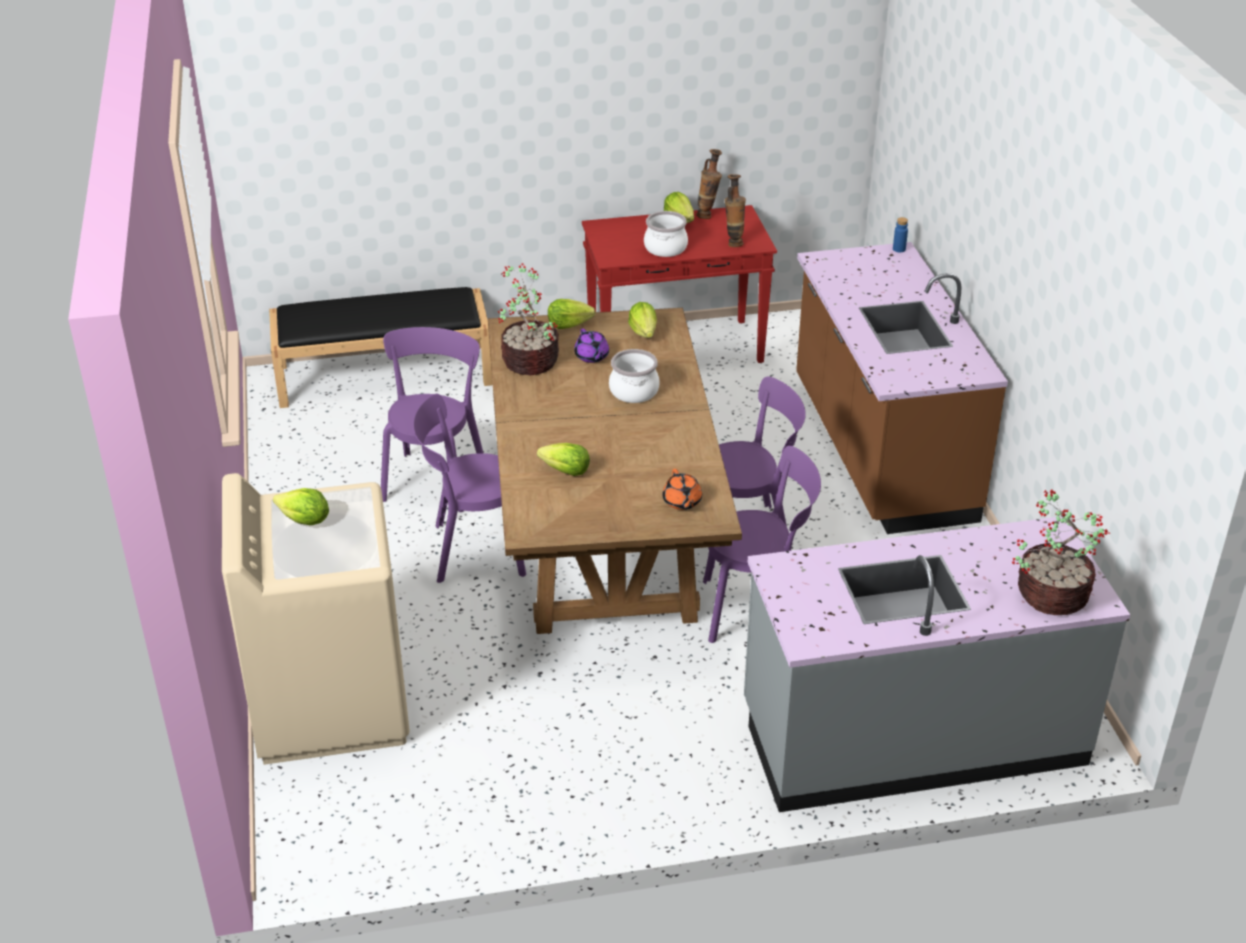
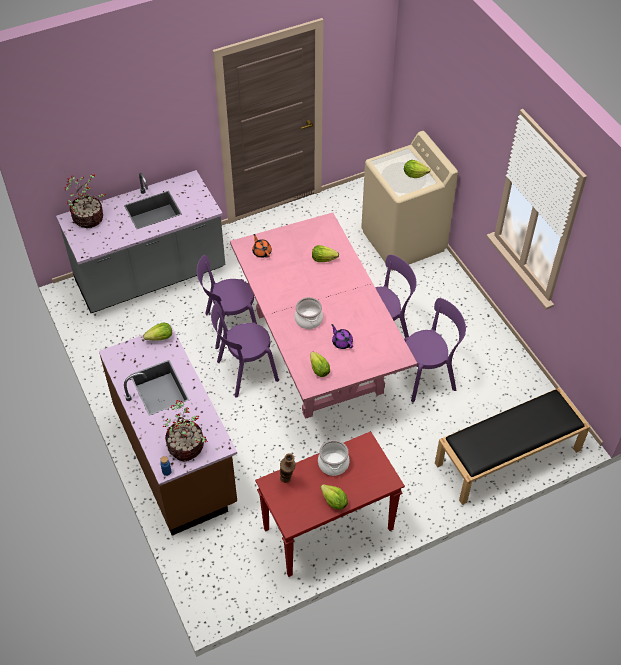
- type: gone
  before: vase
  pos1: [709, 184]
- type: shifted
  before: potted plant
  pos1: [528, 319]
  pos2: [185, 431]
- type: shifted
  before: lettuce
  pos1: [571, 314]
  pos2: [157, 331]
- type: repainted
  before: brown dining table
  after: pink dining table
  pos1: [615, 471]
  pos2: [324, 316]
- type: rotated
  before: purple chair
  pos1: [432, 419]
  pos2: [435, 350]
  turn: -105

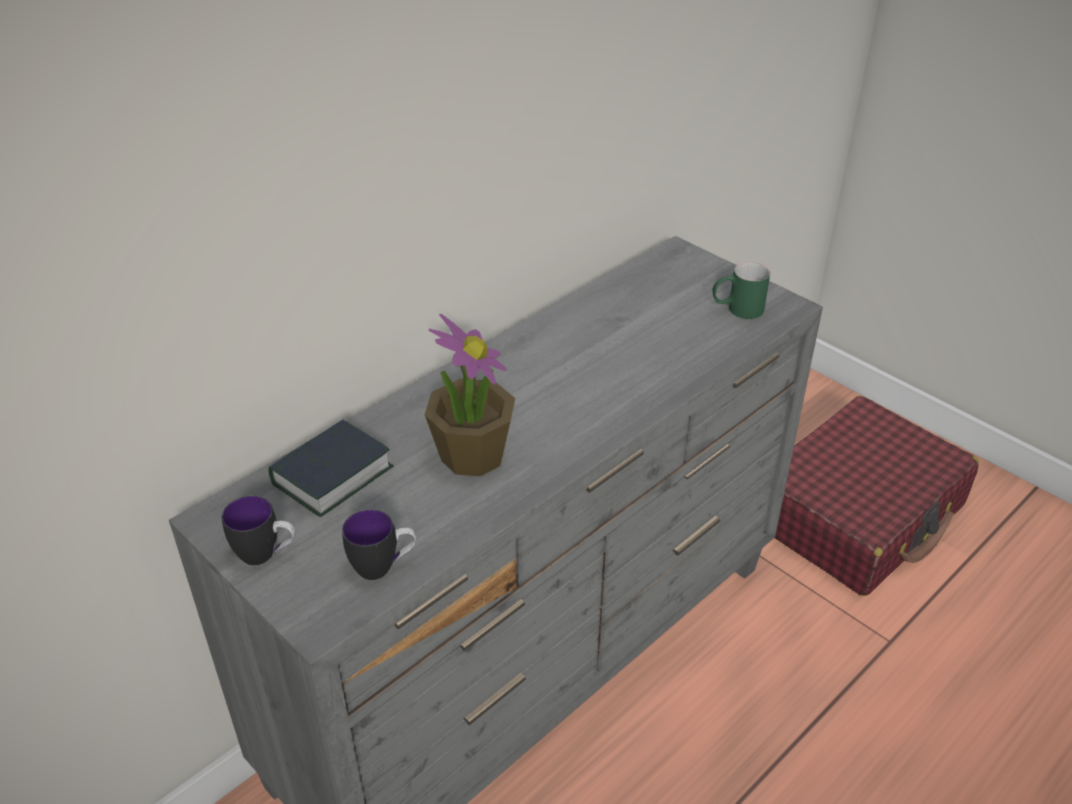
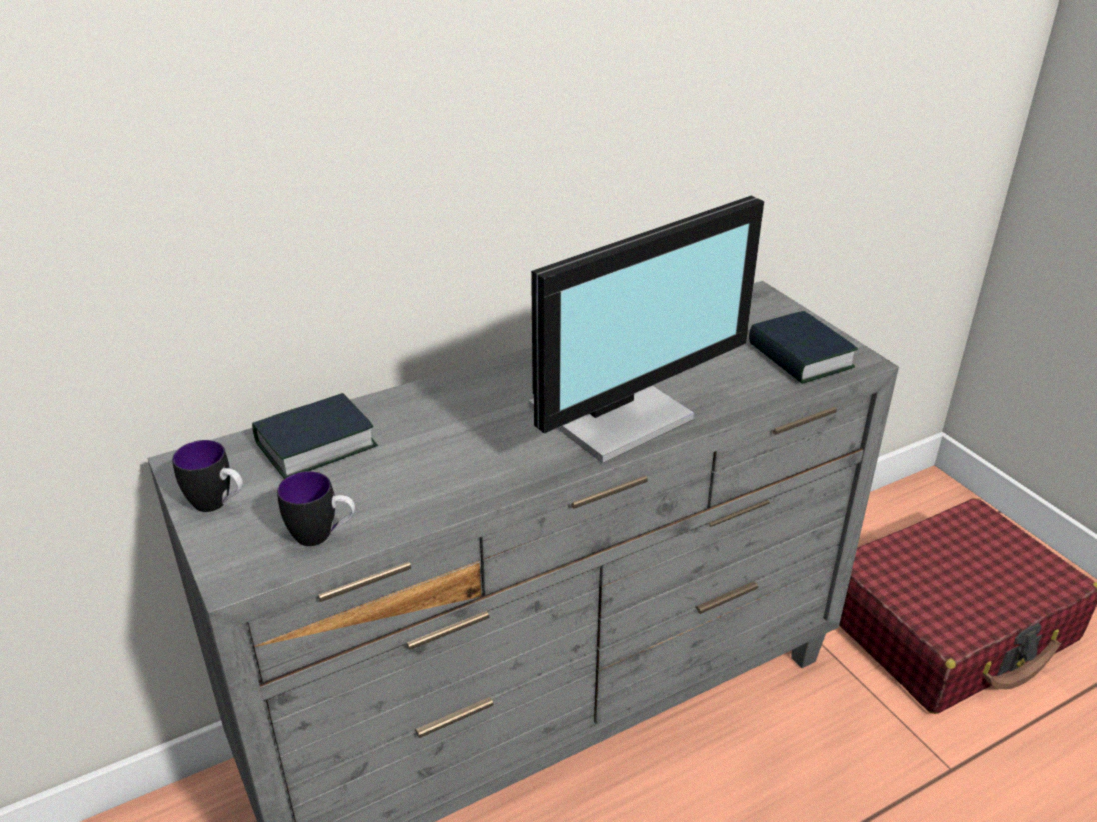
- type: swapped
  before: green mug
  after: book
  pos1: [741, 290]
  pos2: [803, 347]
- type: gone
  before: potted plant
  pos1: [470, 395]
- type: new
  after: monitor
  pos2: [646, 329]

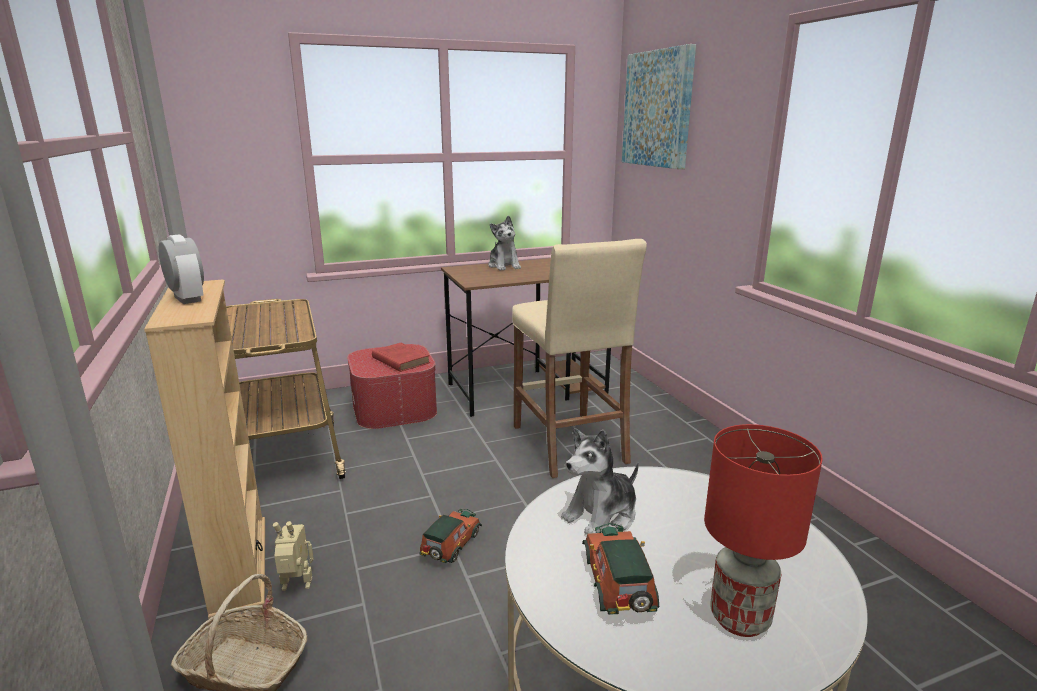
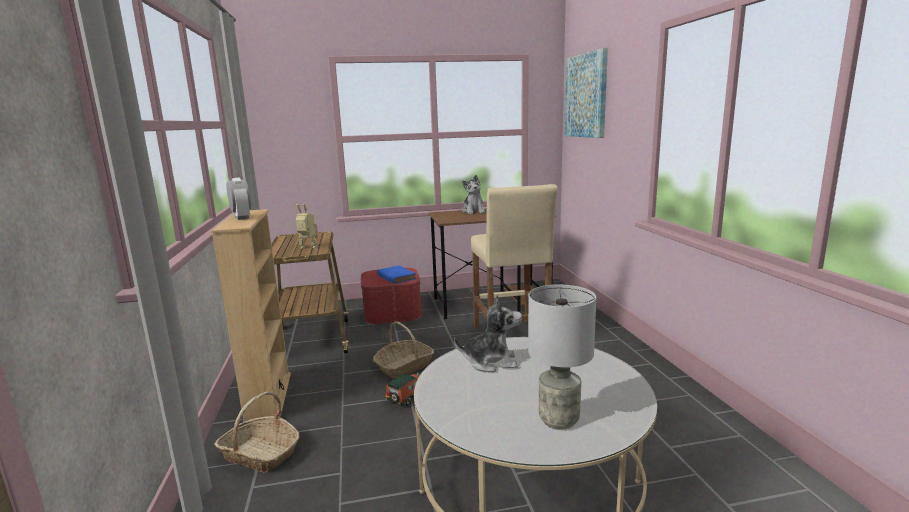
- type: repainted
  before: red book
  after: blue book
  pos1: [401, 357]
  pos2: [396, 274]
- type: repainted
  before: red table lamp
  after: grey table lamp
  pos1: [763, 530]
  pos2: [562, 357]
- type: rotated
  before: plush toy
  pos1: [600, 481]
  pos2: [488, 333]
  turn: -150
- type: shifted
  before: toy robot
  pos1: [293, 556]
  pos2: [307, 226]
- type: gone
  before: toy car
  pos1: [620, 569]
- type: new
  after: basket
  pos2: [403, 349]

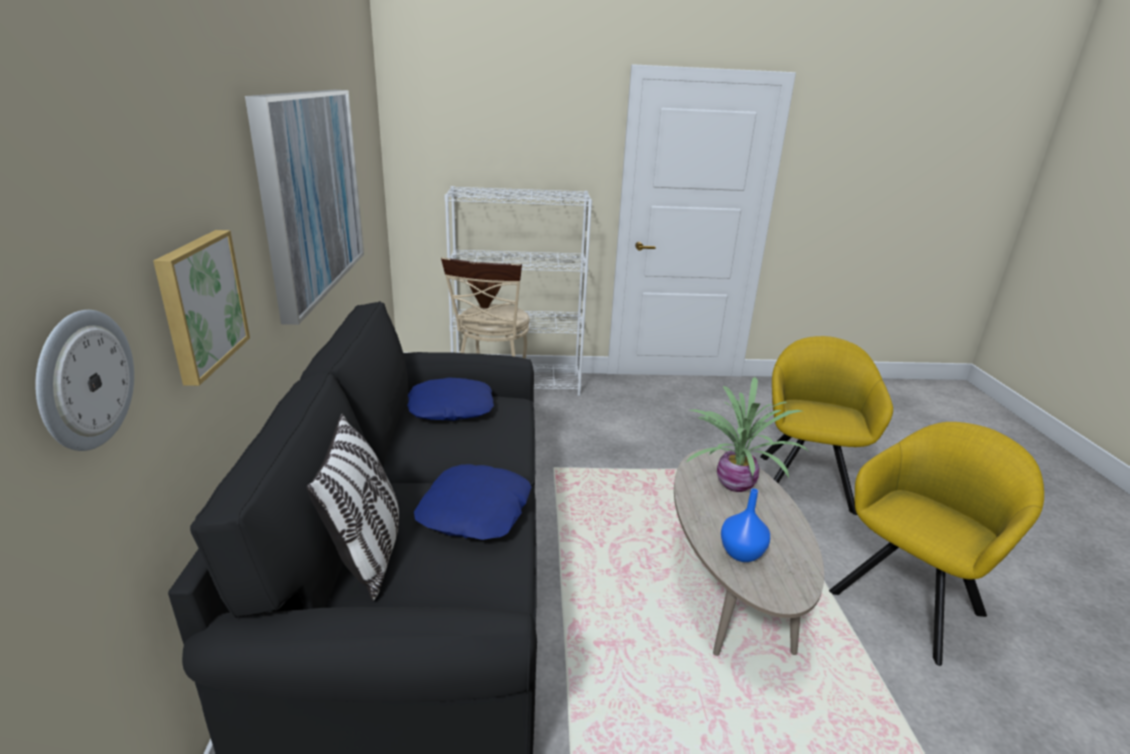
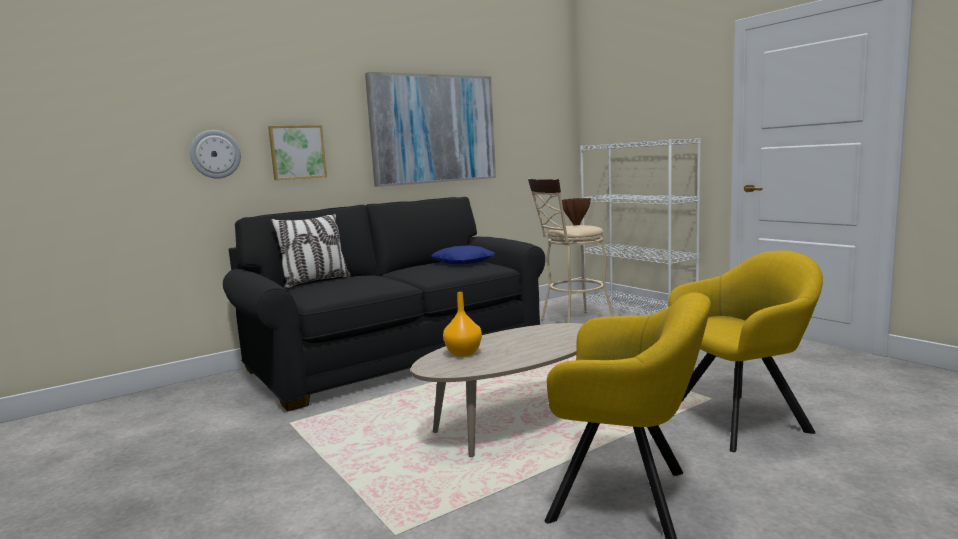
- type: gone
  before: potted plant
  pos1: [747, 434]
- type: gone
  before: blue pillow
  pos1: [472, 502]
- type: repainted
  before: blue vase
  after: orange vase
  pos1: [745, 525]
  pos2: [462, 324]

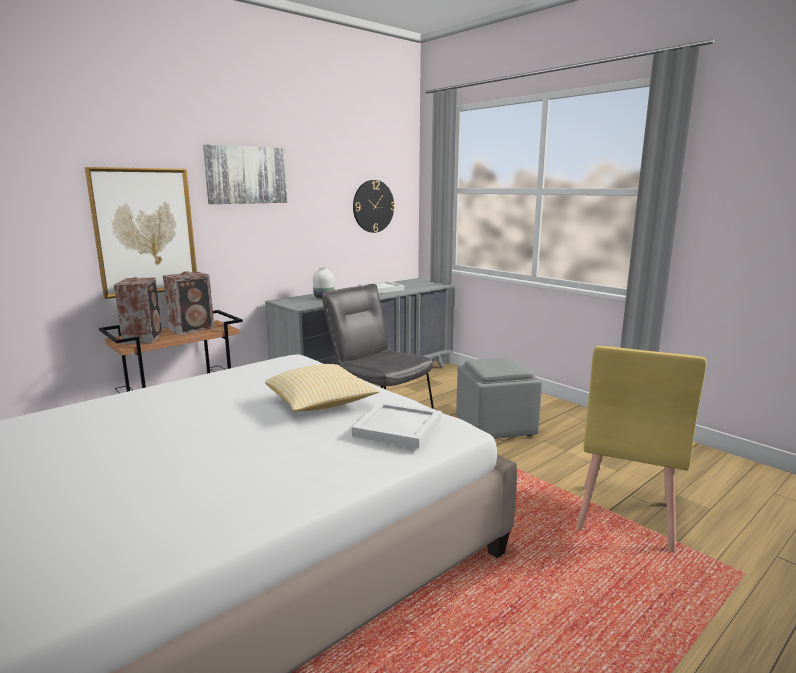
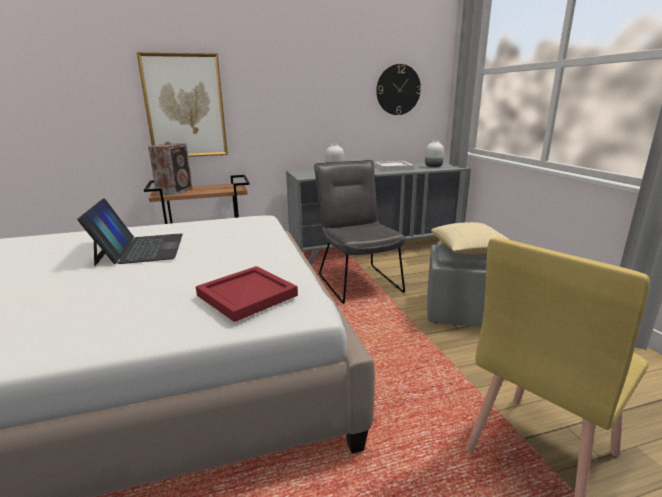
- type: gone
  before: picture
  pos1: [245, 174]
- type: gone
  before: speaker
  pos1: [188, 303]
- type: shifted
  before: pillow
  pos1: [322, 388]
  pos2: [470, 238]
- type: repainted
  before: white tray
  after: red tray
  pos1: [396, 425]
  pos2: [247, 294]
- type: new
  after: white vase
  pos2: [434, 153]
- type: new
  after: laptop
  pos2: [130, 232]

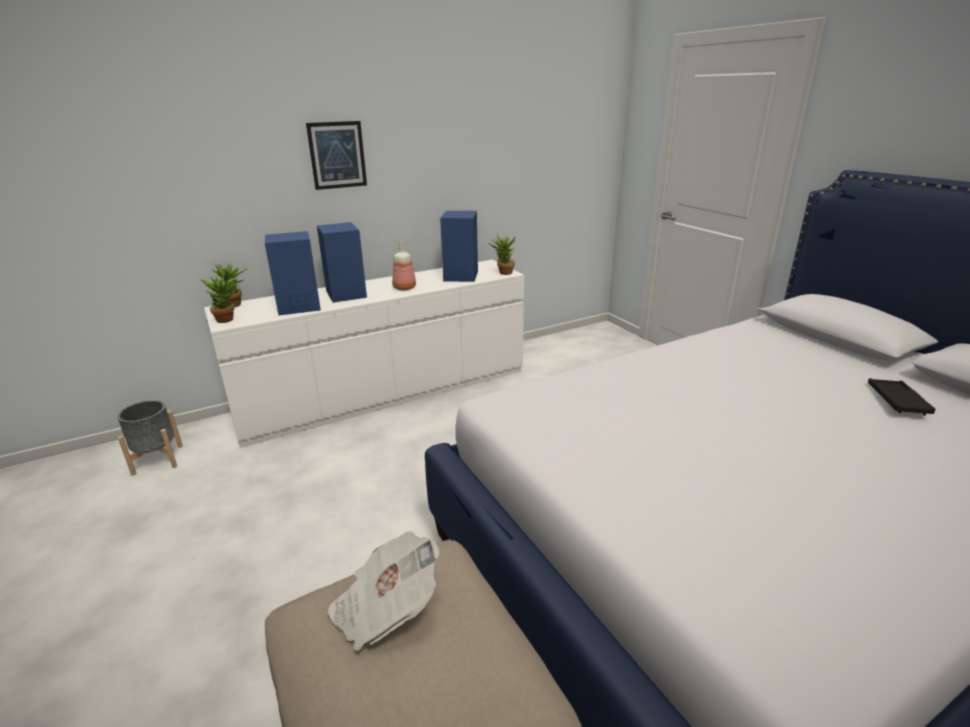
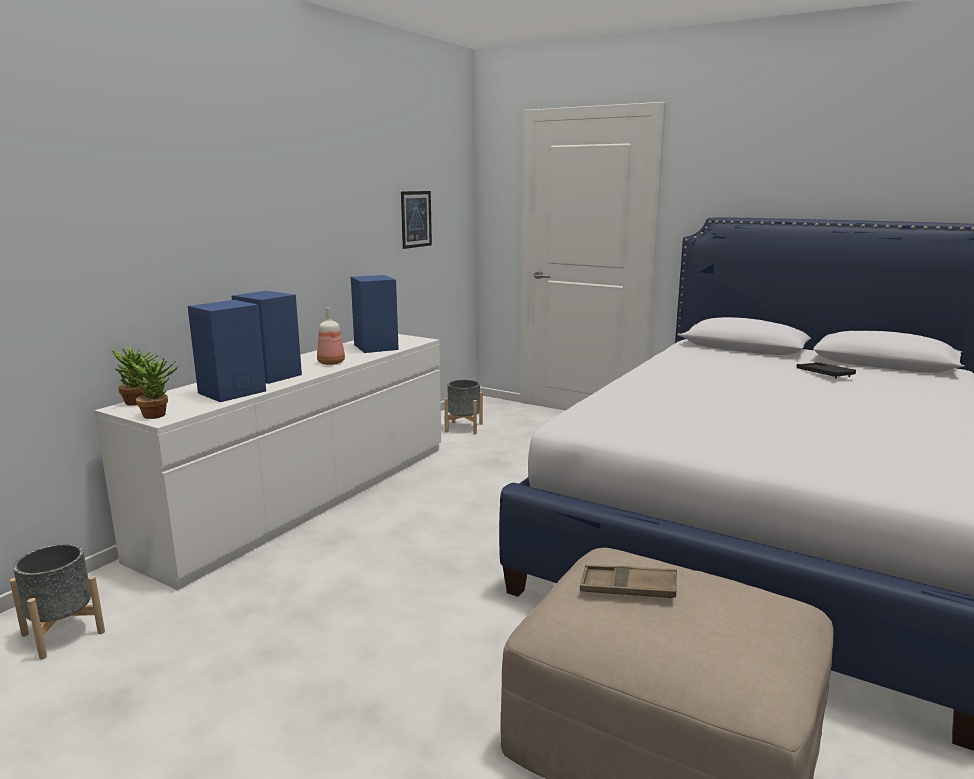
- type: shifted
  before: picture
  pos1: [336, 155]
  pos2: [416, 220]
- type: gone
  before: potted plant
  pos1: [502, 254]
- type: swapped
  before: newspaper
  after: brown tray
  pos1: [384, 591]
  pos2: [628, 581]
- type: new
  after: grey planter
  pos2: [463, 407]

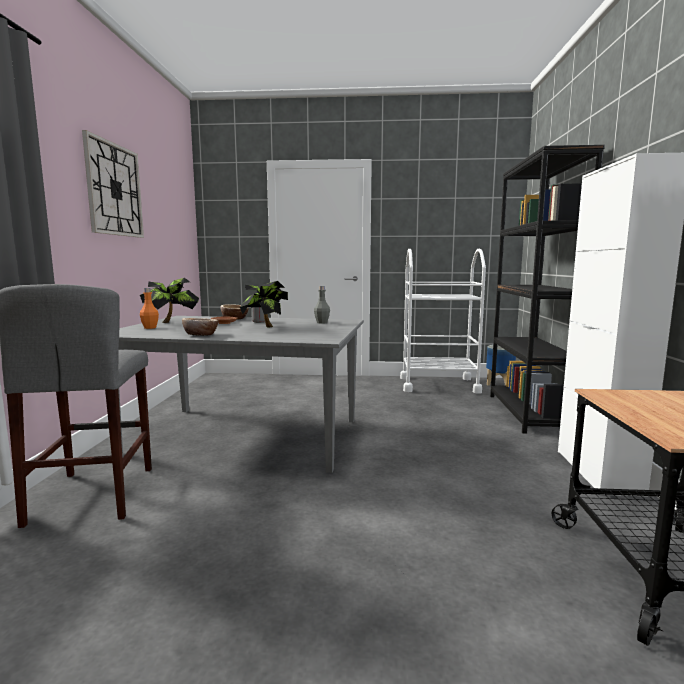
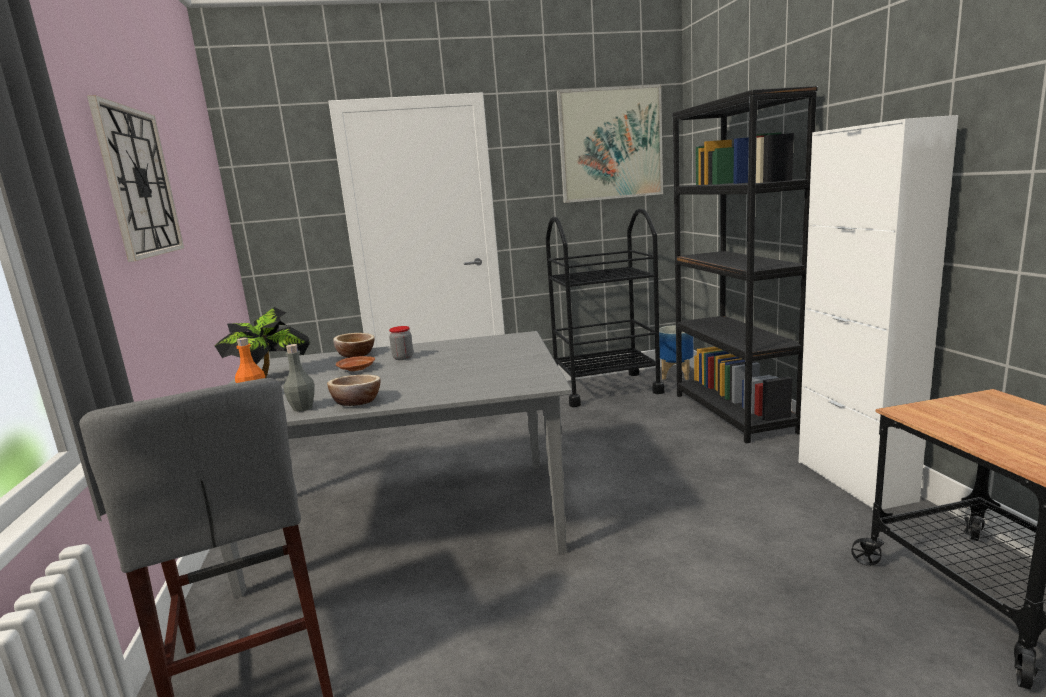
- type: repainted
  before: white cart
  after: black cart
  pos1: [443, 321]
  pos2: [605, 307]
- type: gone
  before: potted plant
  pos1: [264, 304]
- type: shifted
  before: grey bottle
  pos1: [322, 305]
  pos2: [299, 378]
- type: new
  after: picture
  pos2: [610, 144]

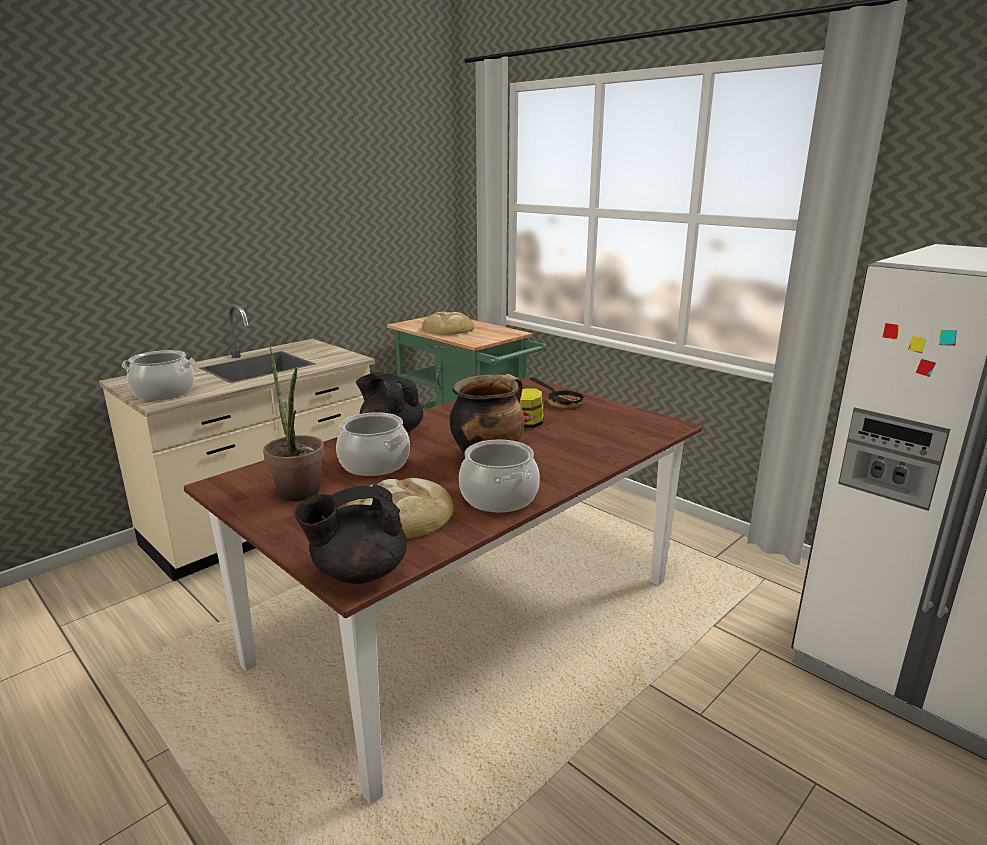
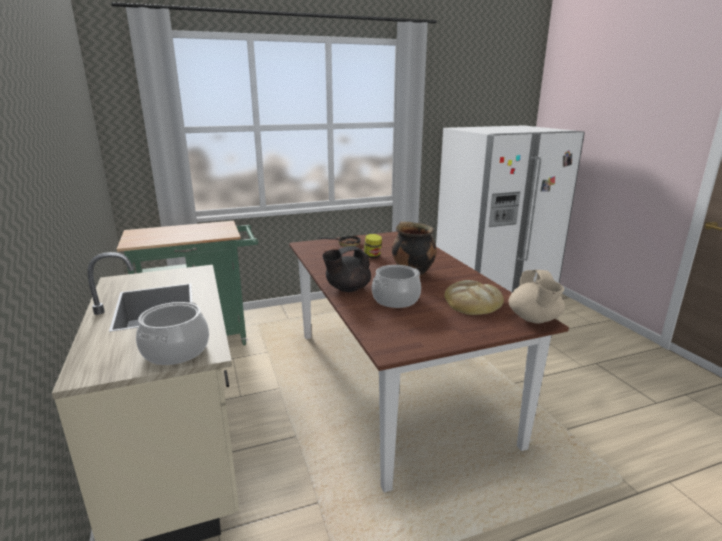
- type: gone
  before: bread
  pos1: [448, 323]
- type: gone
  before: potted plant
  pos1: [294, 424]
- type: gone
  before: cooking pot
  pos1: [499, 476]
- type: repainted
  before: black teapot
  after: beige teapot
  pos1: [350, 534]
  pos2: [537, 296]

